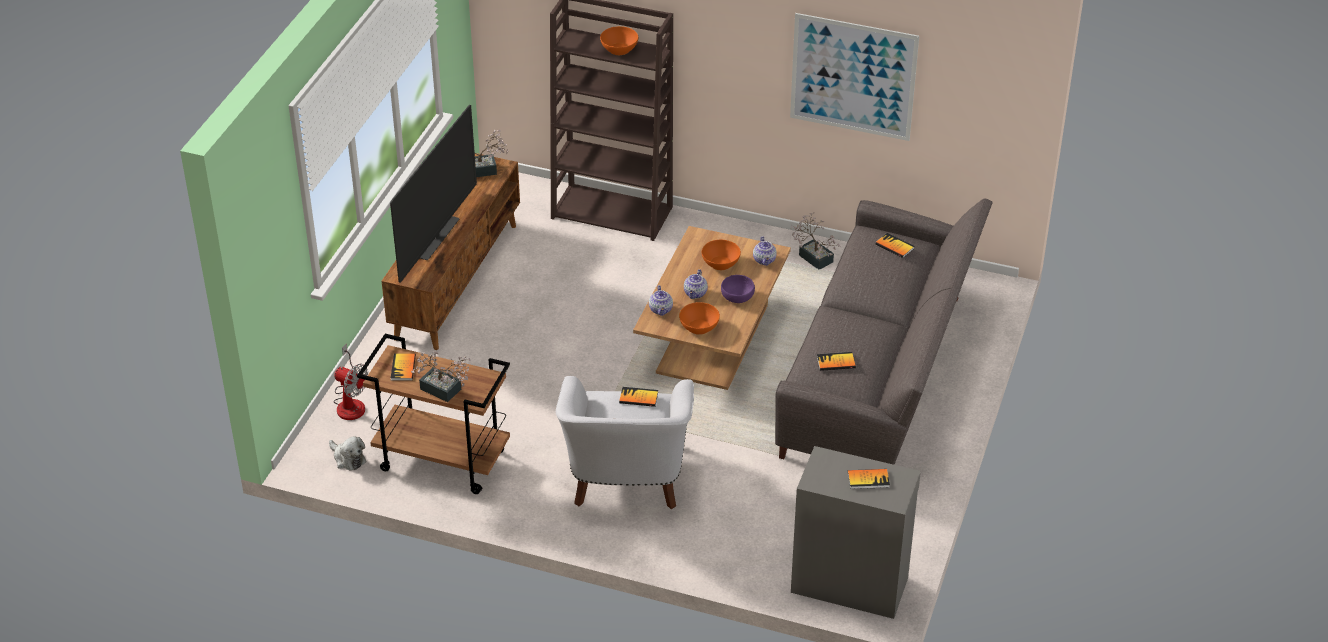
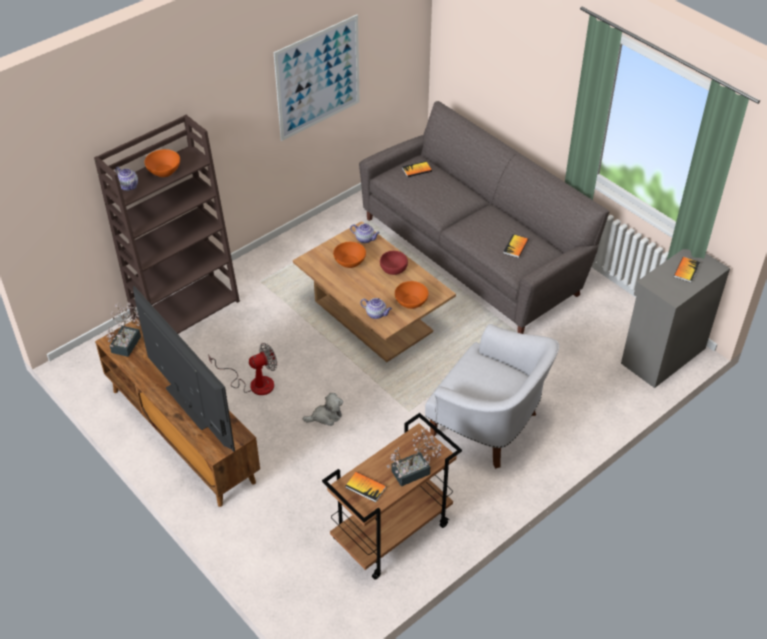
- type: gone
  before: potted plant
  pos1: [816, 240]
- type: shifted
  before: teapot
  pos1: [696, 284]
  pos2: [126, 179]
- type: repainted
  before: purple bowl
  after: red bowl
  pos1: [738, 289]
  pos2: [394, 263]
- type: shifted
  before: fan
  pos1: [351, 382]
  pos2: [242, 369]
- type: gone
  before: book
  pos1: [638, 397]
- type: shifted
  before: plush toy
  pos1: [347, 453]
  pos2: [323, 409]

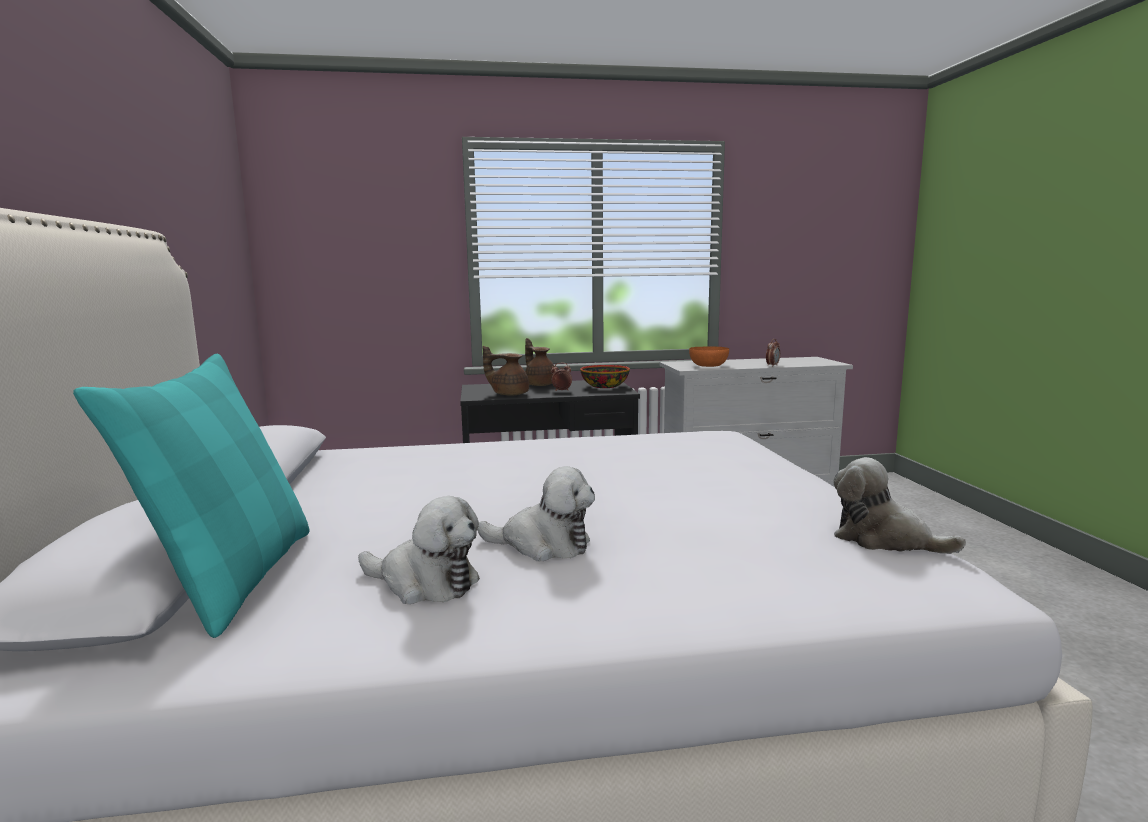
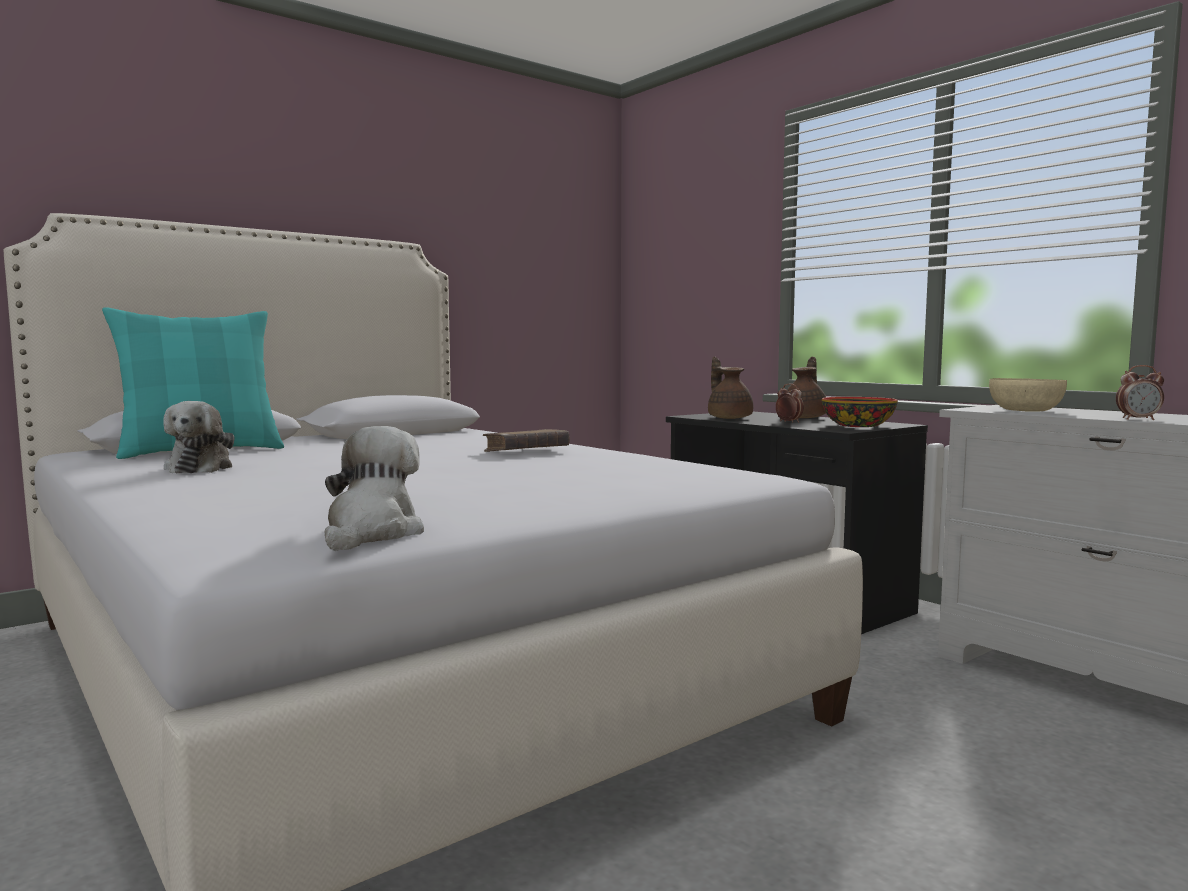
- type: repainted
  before: orange bowl
  after: beige bowl
  pos1: [709, 356]
  pos2: [1028, 395]
- type: gone
  before: plush toy
  pos1: [536, 513]
- type: new
  after: brown book
  pos2: [526, 440]

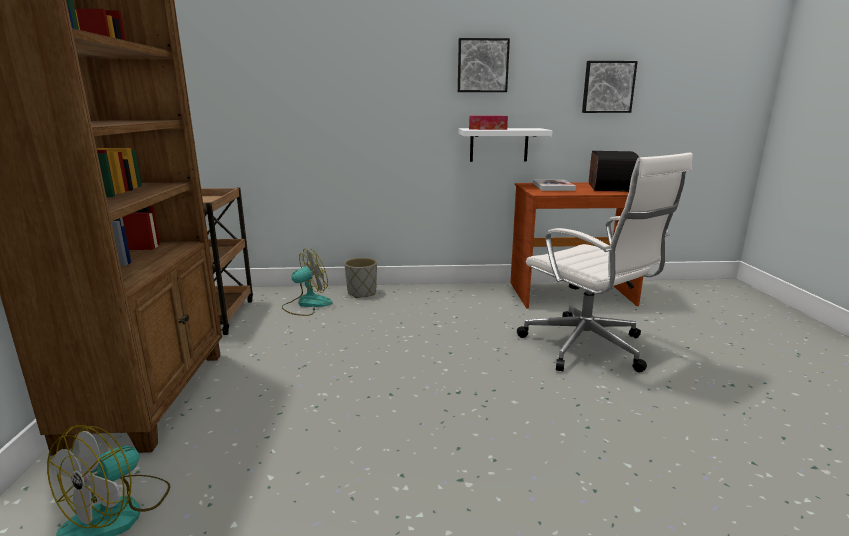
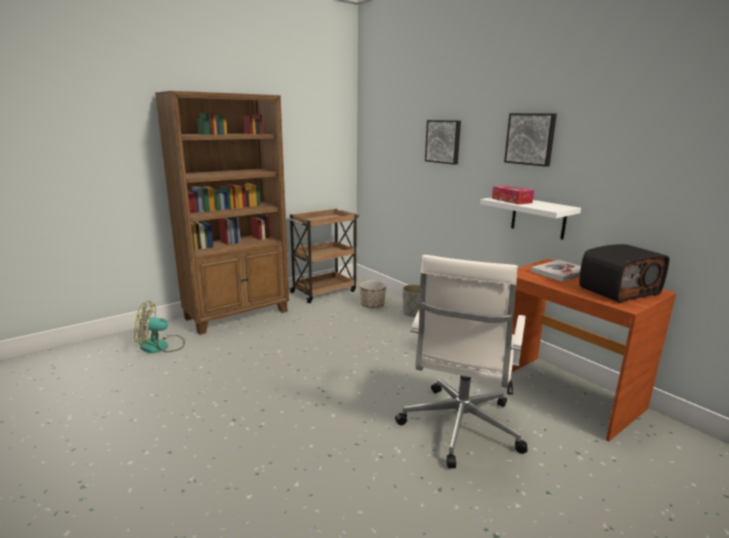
- type: shifted
  before: picture
  pos1: [610, 87]
  pos2: [443, 142]
- type: swapped
  before: fan
  after: planter
  pos1: [307, 282]
  pos2: [373, 294]

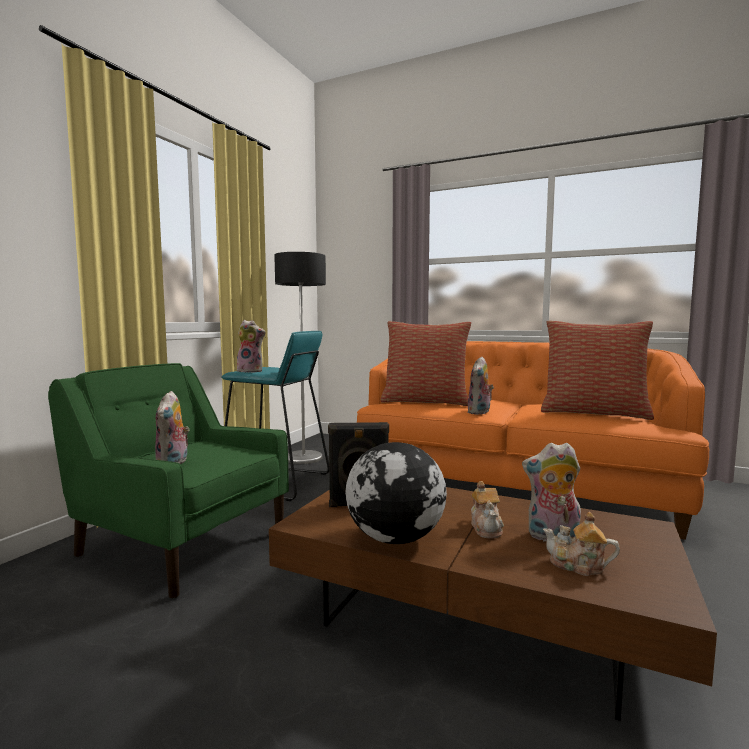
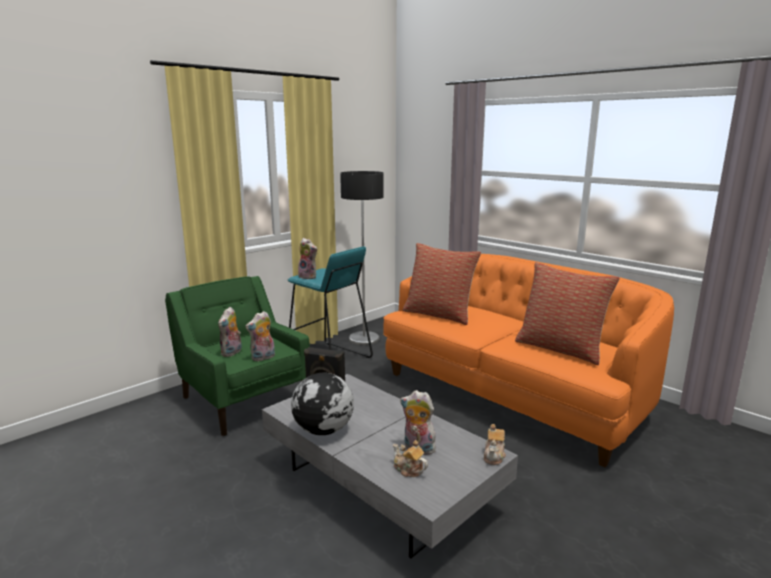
- type: shifted
  before: plush toy
  pos1: [480, 386]
  pos2: [260, 336]
- type: shifted
  before: teapot
  pos1: [487, 509]
  pos2: [495, 444]
- type: repainted
  before: brown coffee table
  after: grey coffee table
  pos1: [493, 604]
  pos2: [390, 466]

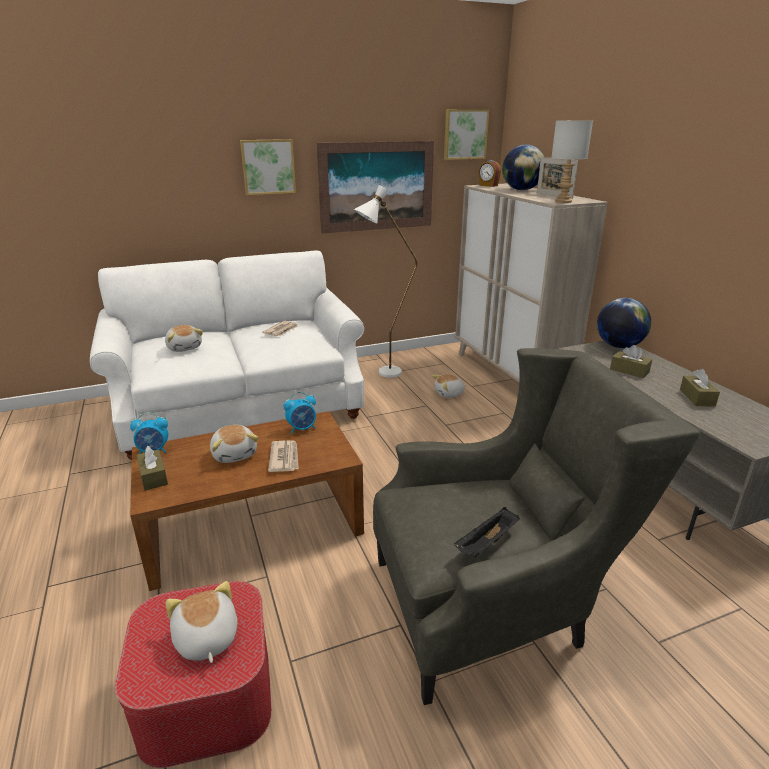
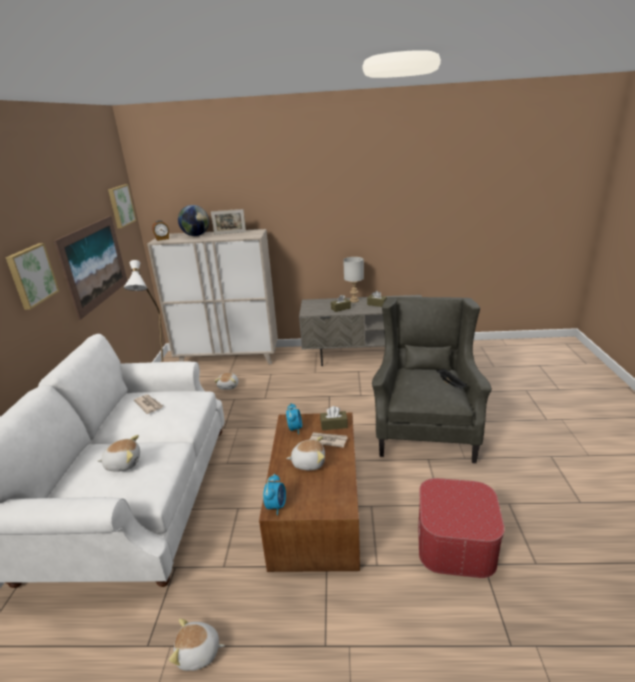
- type: shifted
  before: grey table lamp
  pos1: [572, 161]
  pos2: [353, 280]
- type: gone
  before: globe
  pos1: [624, 323]
- type: shifted
  before: brown tissue box
  pos1: [152, 468]
  pos2: [334, 418]
- type: shifted
  before: plush toy
  pos1: [201, 622]
  pos2: [197, 645]

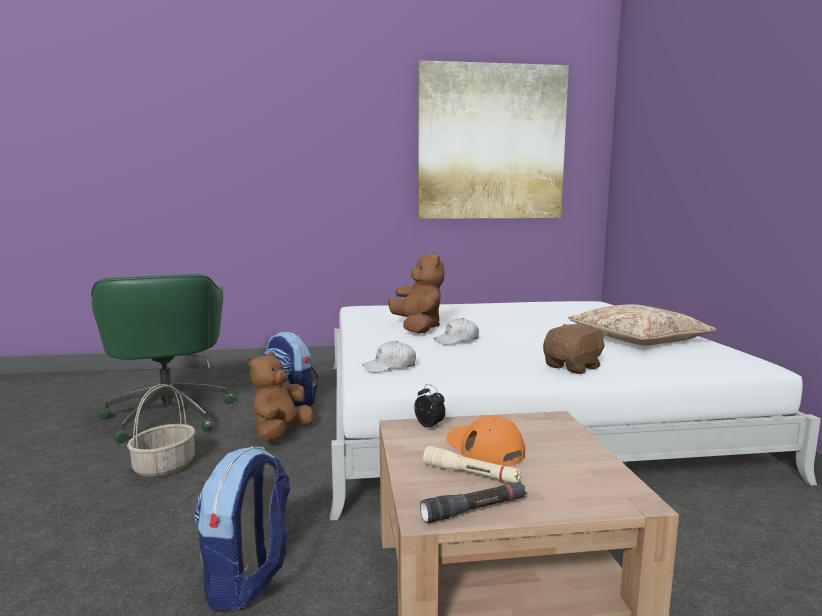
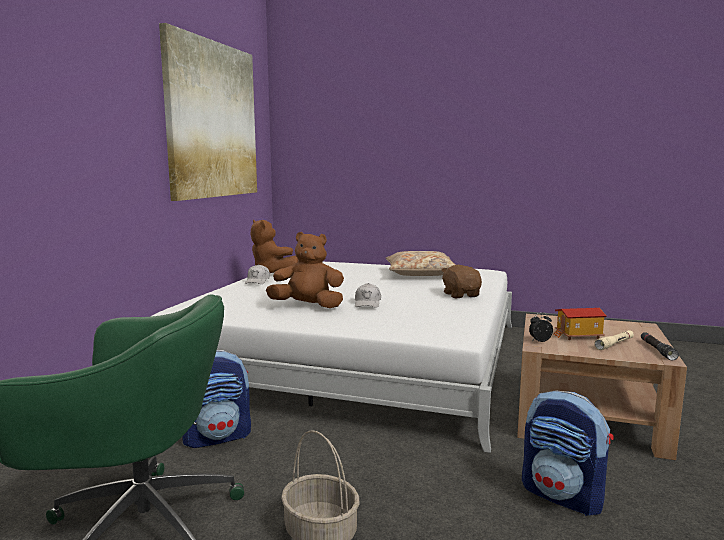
- type: shifted
  before: white cap
  pos1: [389, 357]
  pos2: [257, 274]
- type: shifted
  before: brown plush toy
  pos1: [280, 397]
  pos2: [274, 246]
- type: swapped
  before: orange cap
  after: toy house
  pos1: [485, 440]
  pos2: [580, 324]

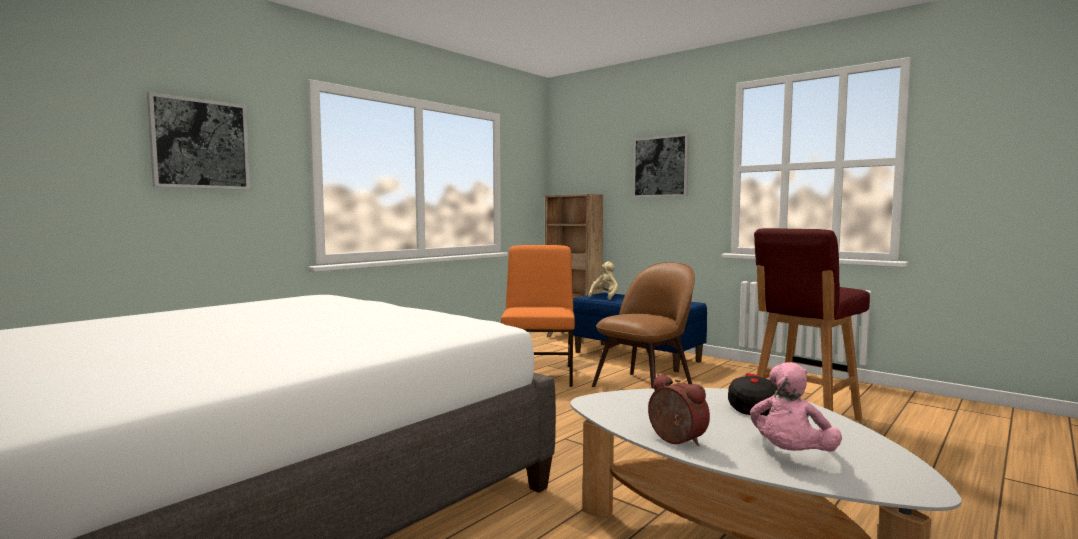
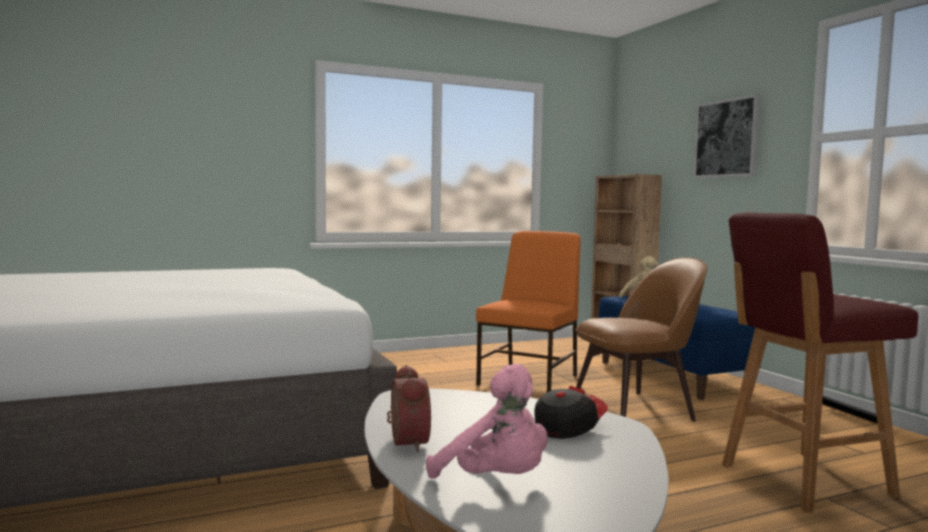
- type: gone
  before: picture
  pos1: [198, 141]
- type: rotated
  before: pink plush toy
  pos1: [796, 406]
  pos2: [487, 421]
  turn: -105

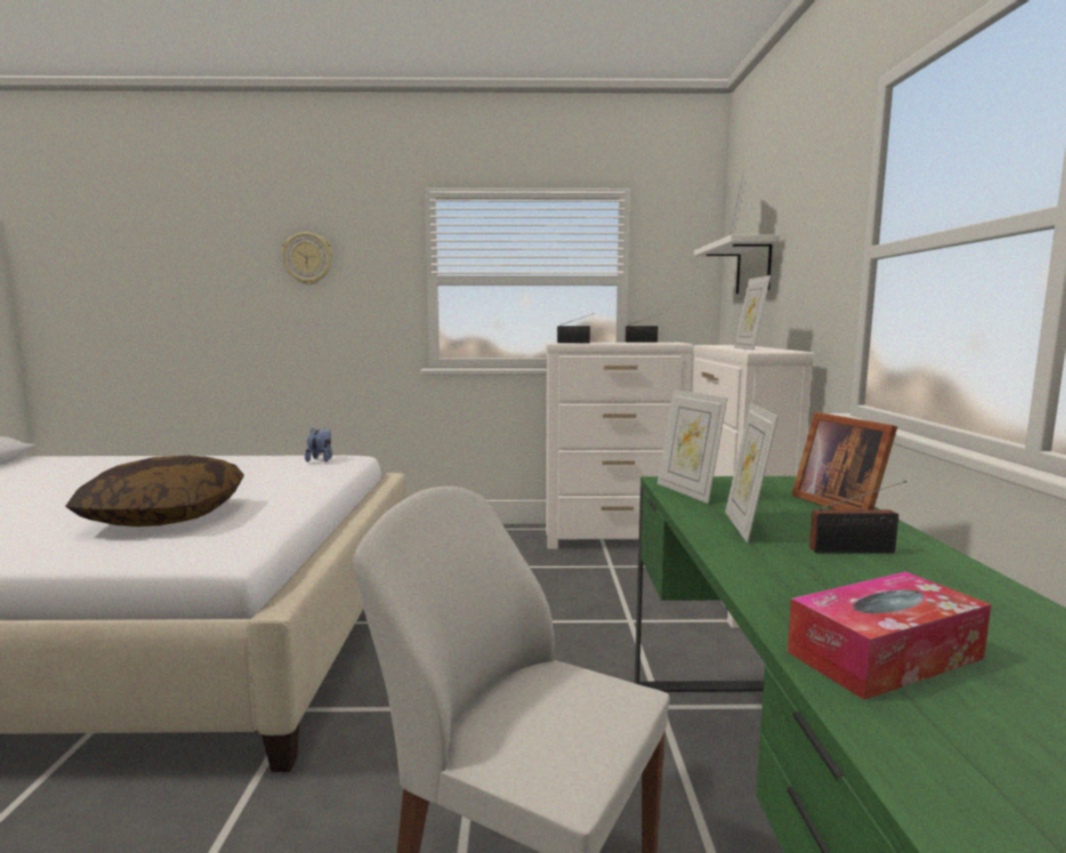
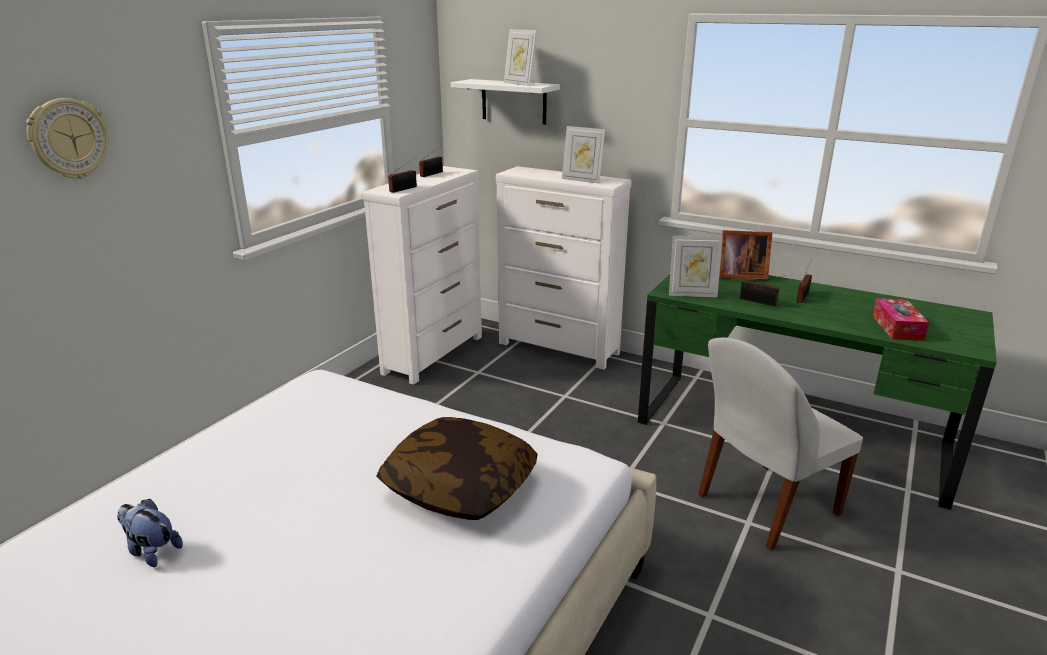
- type: swapped
  before: picture frame
  after: radio
  pos1: [751, 473]
  pos2: [763, 291]
- type: shifted
  before: plush toy
  pos1: [318, 445]
  pos2: [150, 532]

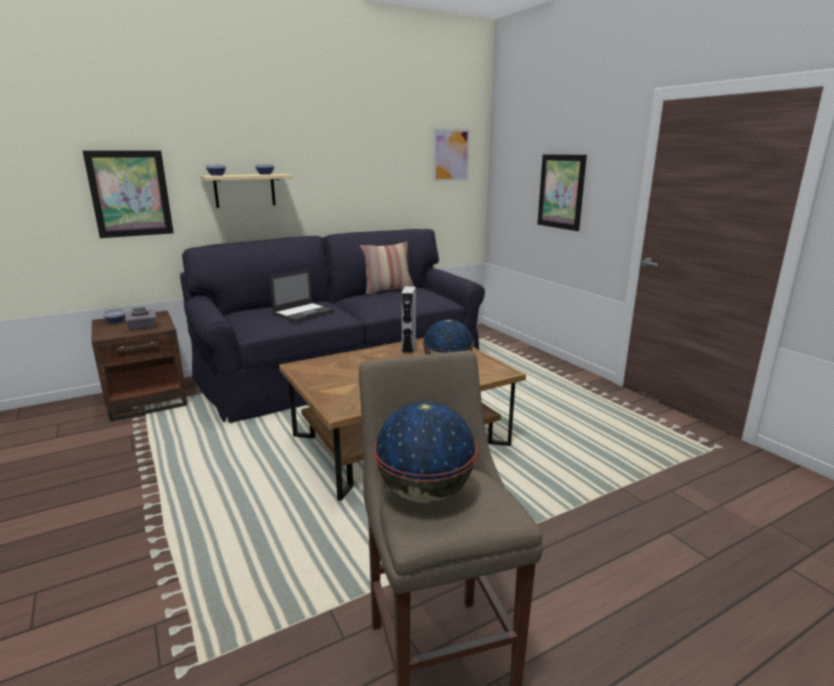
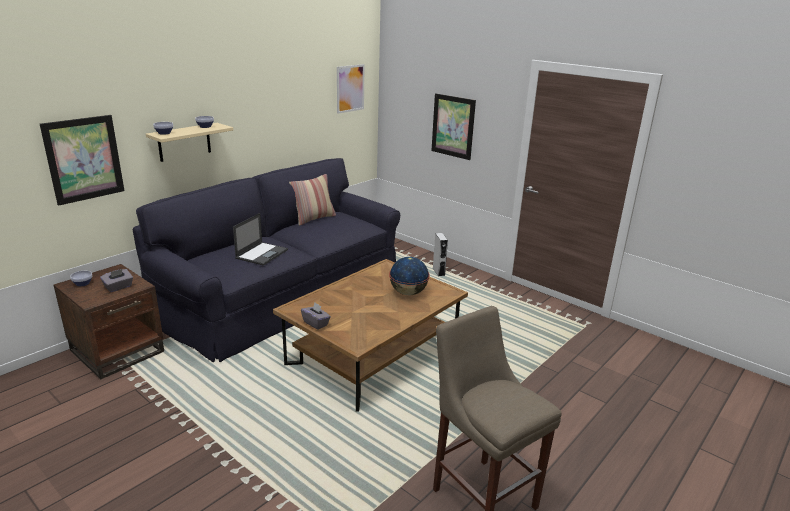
- type: shifted
  before: grey speaker
  pos1: [408, 319]
  pos2: [440, 254]
- type: gone
  before: globe
  pos1: [425, 452]
- type: new
  after: grey tissue box
  pos2: [316, 316]

